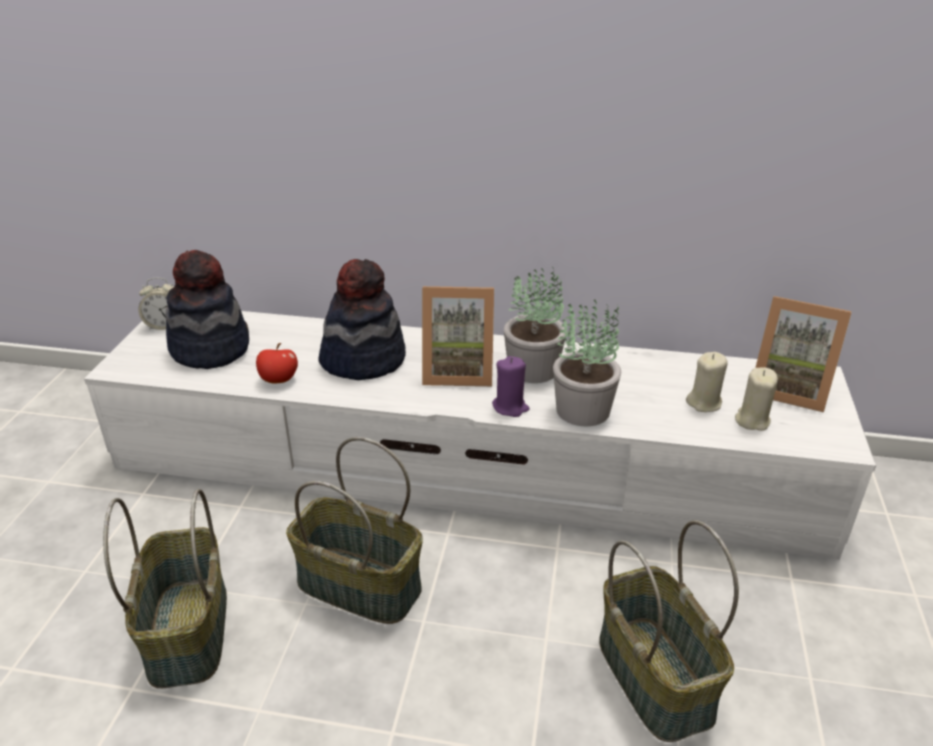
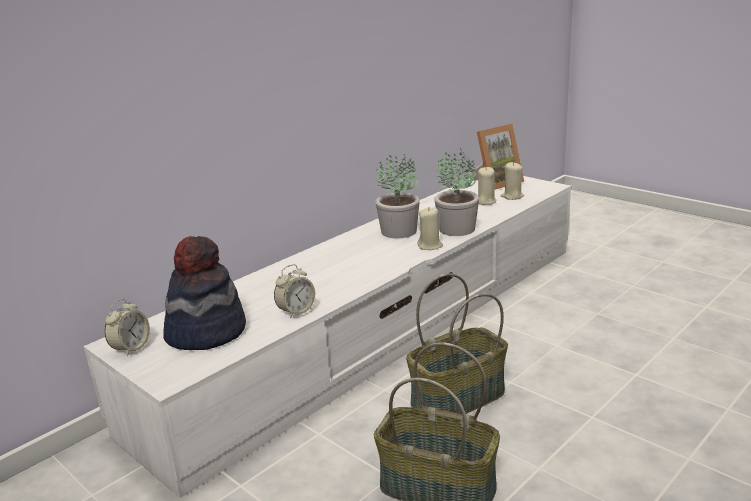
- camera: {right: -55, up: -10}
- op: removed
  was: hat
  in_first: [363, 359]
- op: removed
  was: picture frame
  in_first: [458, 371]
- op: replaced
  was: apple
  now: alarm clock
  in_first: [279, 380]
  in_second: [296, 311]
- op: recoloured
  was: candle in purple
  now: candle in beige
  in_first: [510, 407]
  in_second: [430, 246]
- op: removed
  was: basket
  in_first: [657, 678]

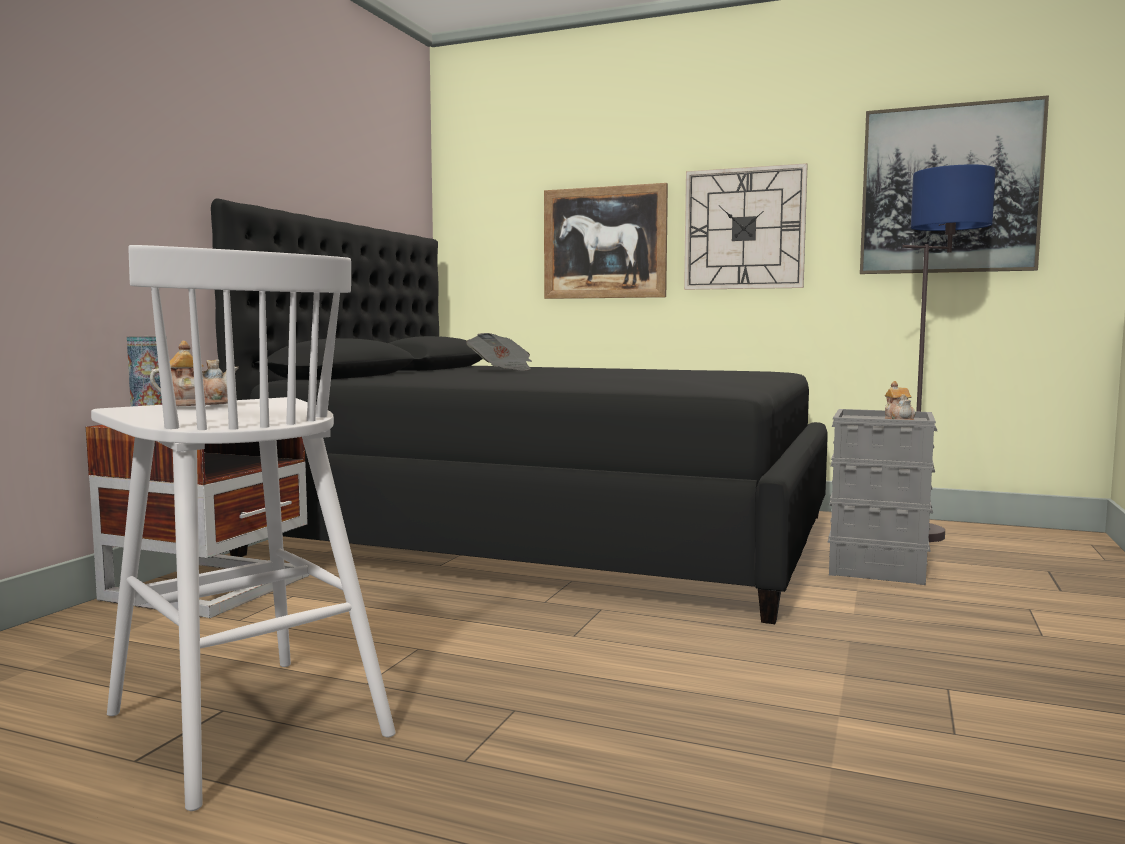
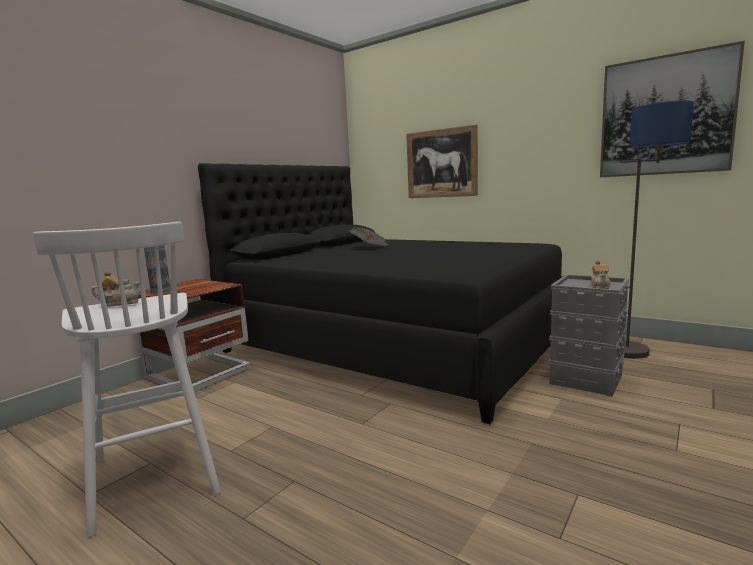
- camera: {right: 15, up: 5}
- op: removed
  was: wall clock
  in_first: [744, 229]

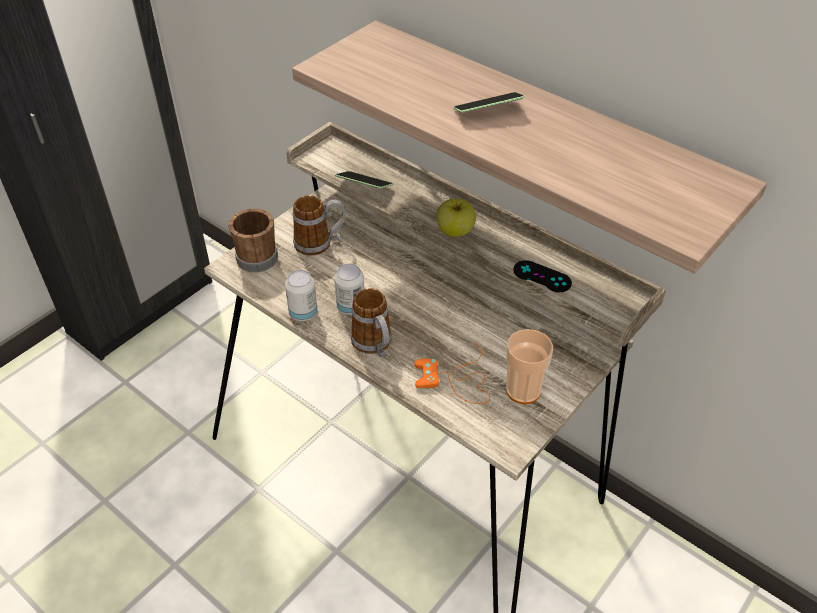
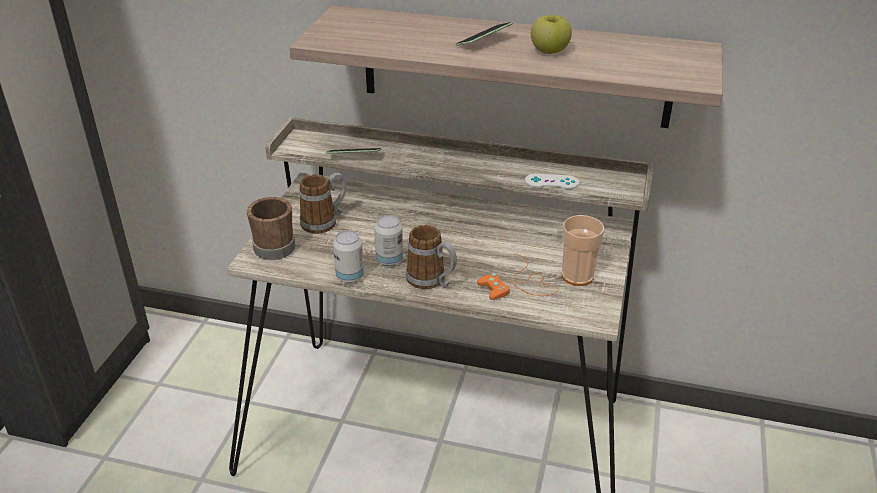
- camera: {right: -25, up: -10}
- op: moved
  was: apple
  in_first: [455, 231]
  in_second: [549, 51]
- op: recoloured
  was: game controller in black
  now: game controller in white
  in_first: [542, 276]
  in_second: [552, 182]

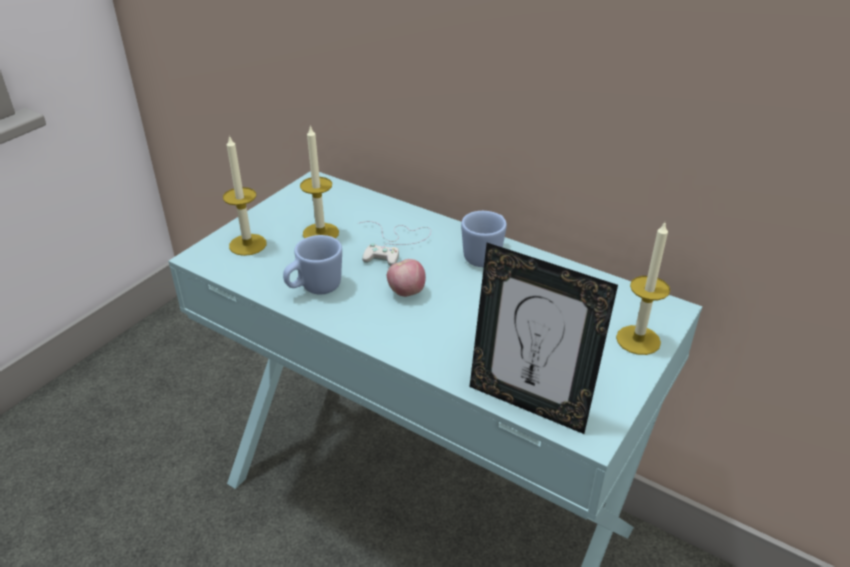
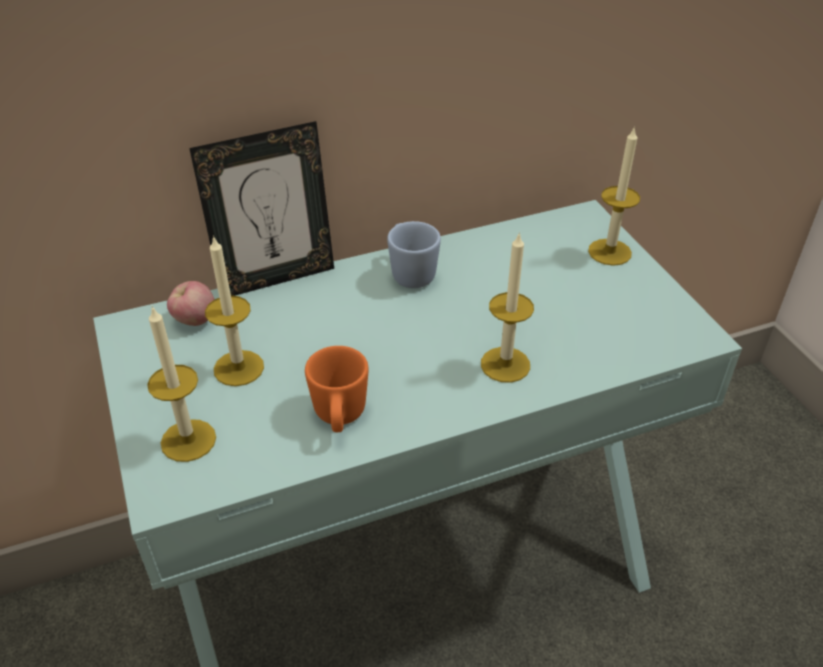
- camera: {right: -55, up: 5}
- op: removed
  was: game controller in white
  in_first: [394, 243]
- op: recoloured
  was: mug in blue
  now: mug in orange
  in_first: [314, 288]
  in_second: [339, 418]
- op: moved
  was: picture frame
  in_first: [529, 403]
  in_second: [276, 277]
- op: moved
  was: apple
  in_first: [406, 292]
  in_second: [195, 320]
- op: added
  now: candle
  in_second: [505, 364]

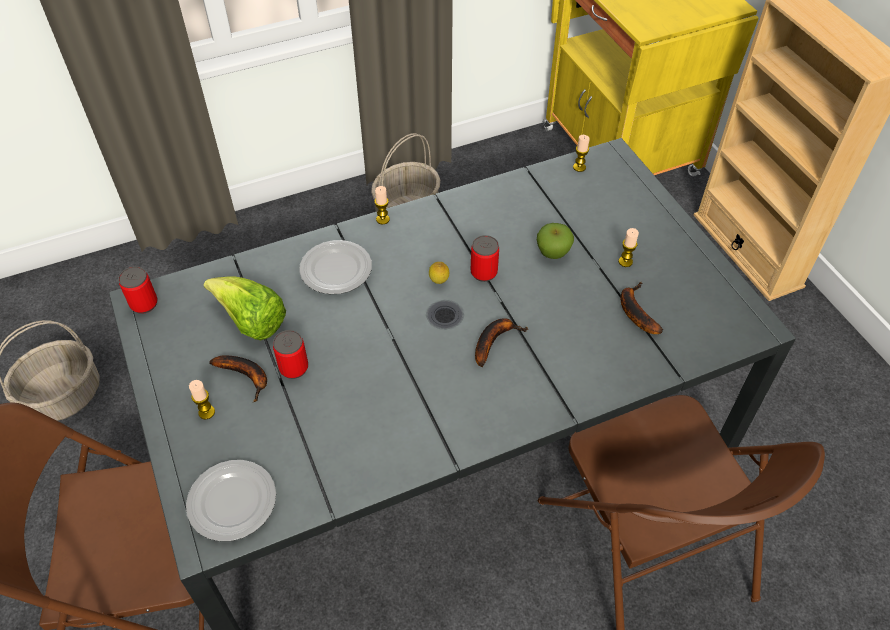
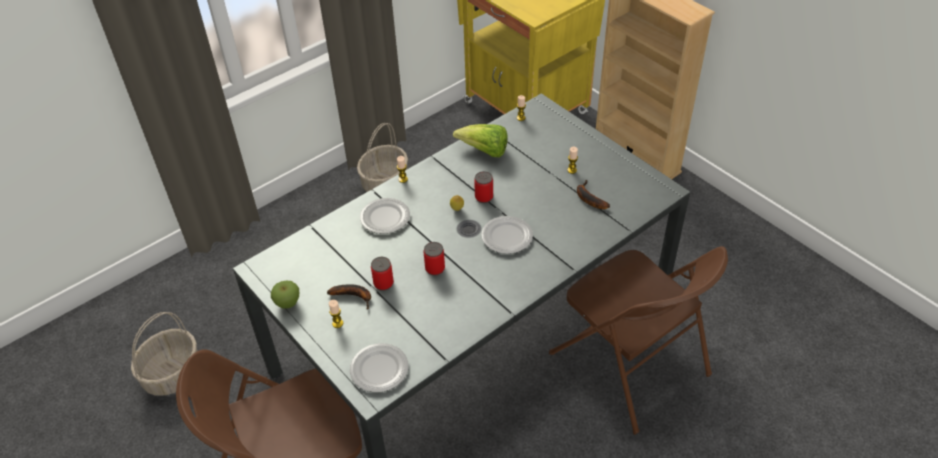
- camera: {right: -15, up: -5}
- op: moved
  was: apple
  in_first: [552, 253]
  in_second: [288, 303]
- op: moved
  was: can
  in_first: [144, 304]
  in_second: [435, 268]
- op: moved
  was: lettuce
  in_first: [251, 321]
  in_second: [484, 151]
- op: replaced
  was: banana
  now: plate
  in_first: [494, 341]
  in_second: [507, 236]

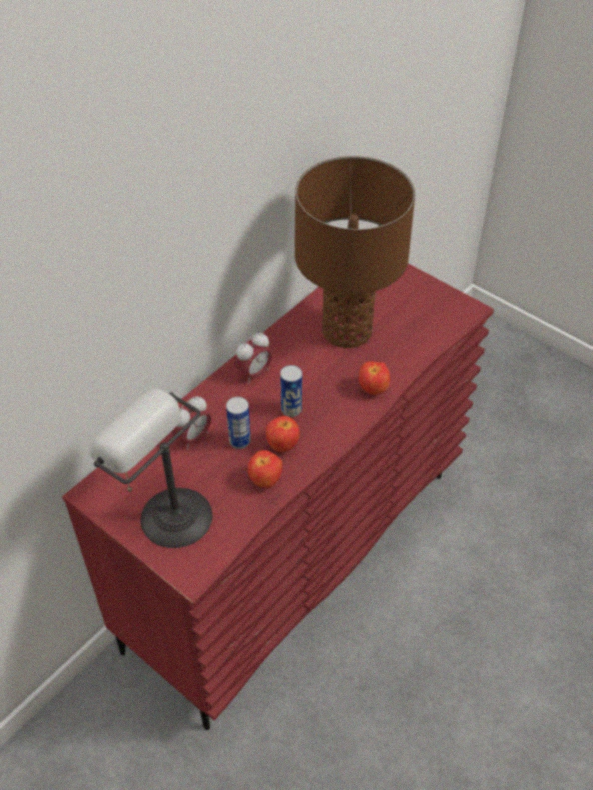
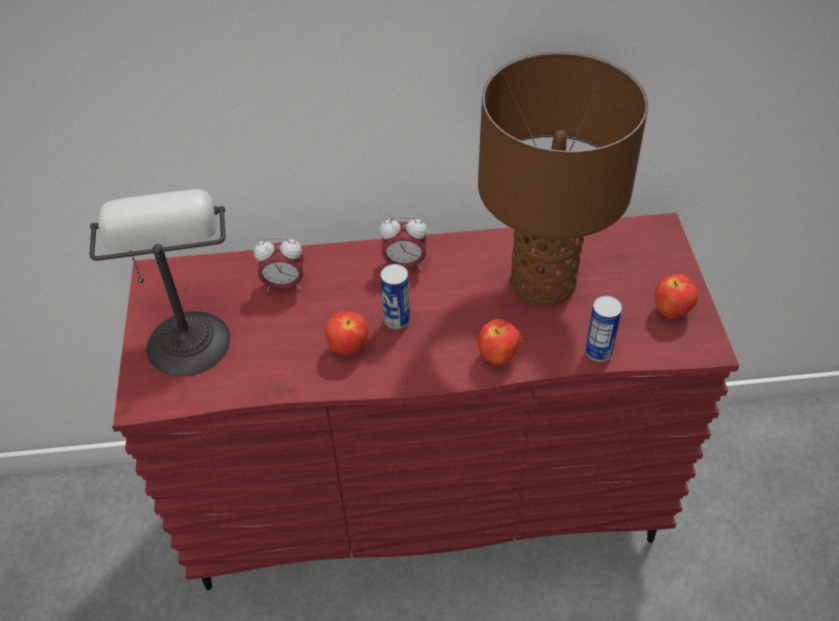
- camera: {right: 45, up: 0}
- op: moved
  was: can
  in_first: [239, 441]
  in_second: [598, 352]
- op: moved
  was: apple
  in_first: [265, 481]
  in_second: [671, 312]

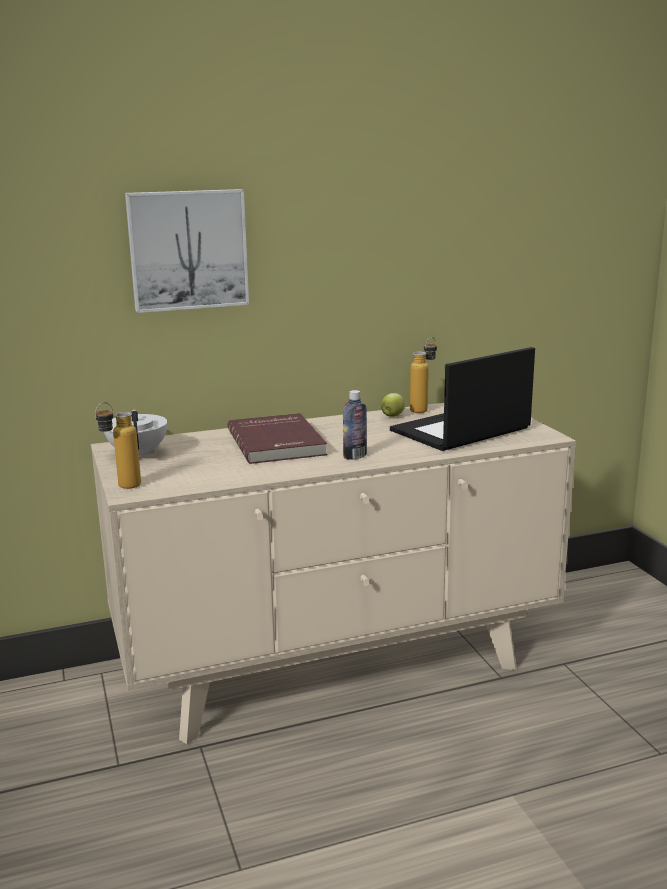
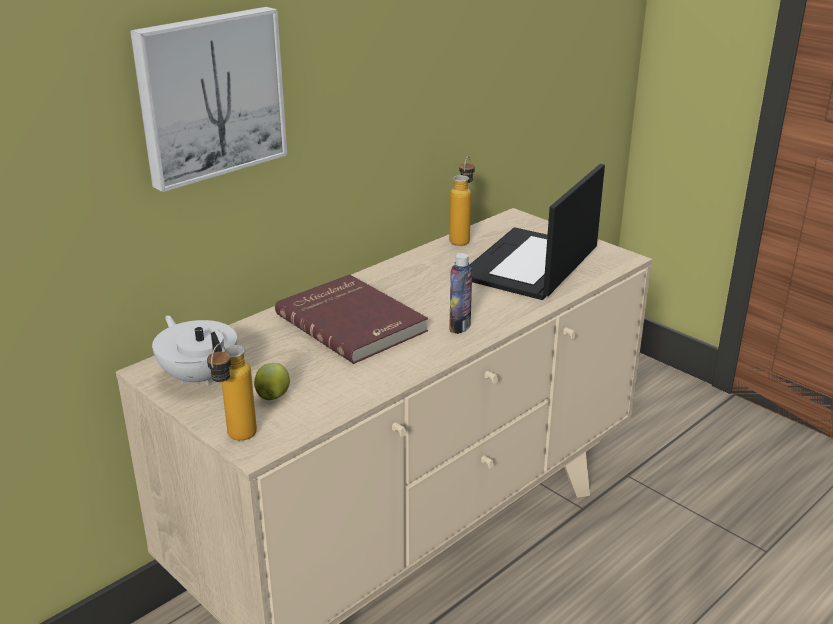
- camera: {right: -25, up: 10}
- op: moved
  was: apple
  in_first: [393, 416]
  in_second: [273, 396]

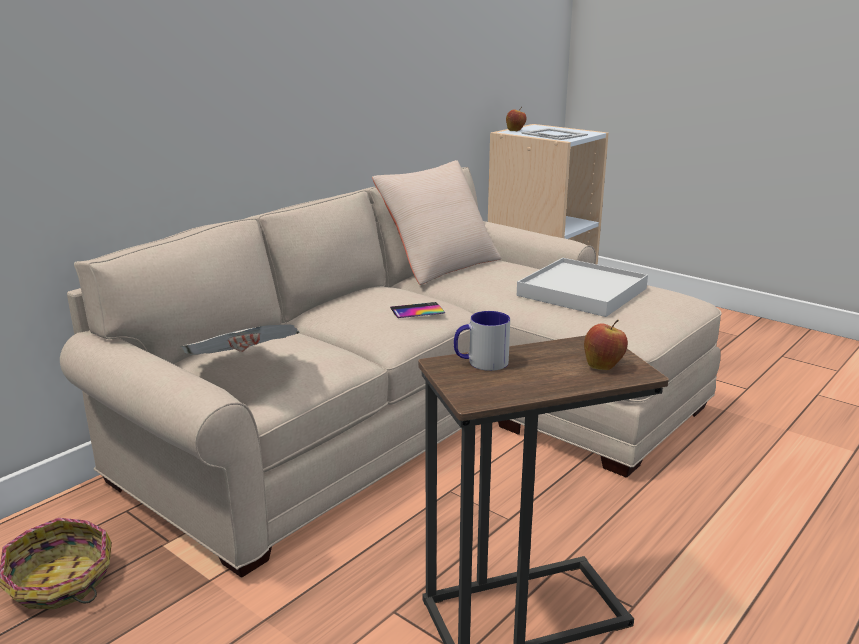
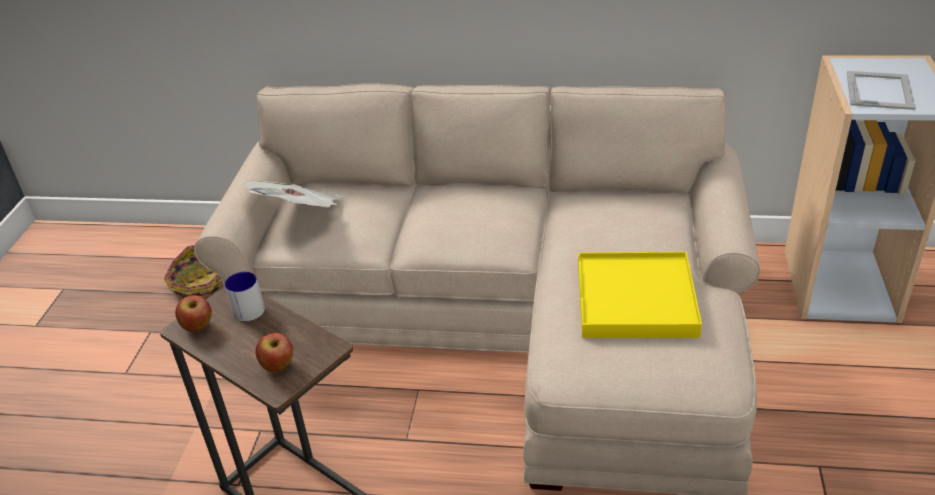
- camera: {right: 60, up: 15}
- op: moved
  was: apple
  in_first: [515, 130]
  in_second: [198, 327]
- op: removed
  was: pillow in beige
  in_first: [439, 264]
- op: recoloured
  was: tray in white
  now: tray in yellow
  in_first: [581, 292]
  in_second: [635, 299]
- op: removed
  was: phone
  in_first: [417, 310]

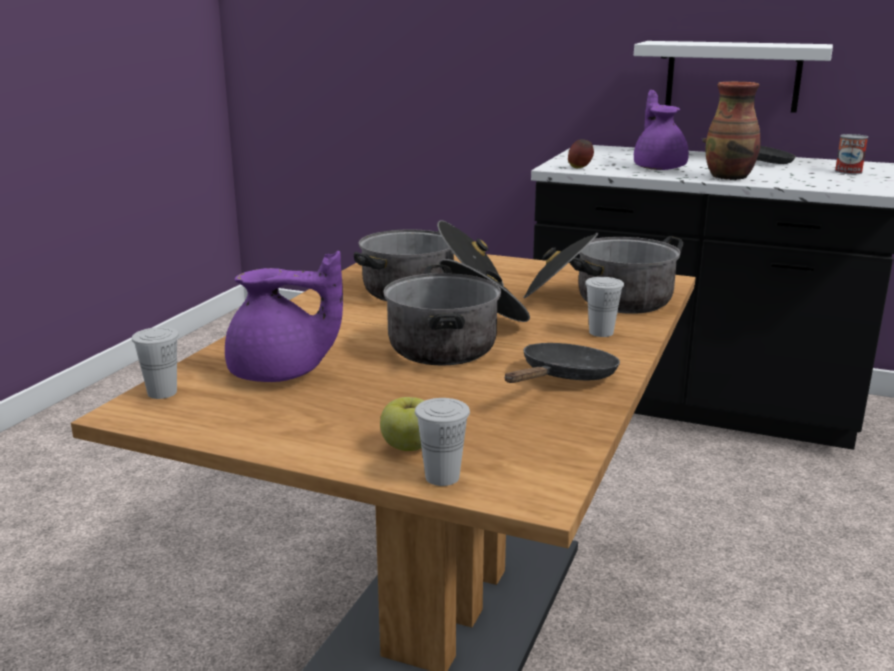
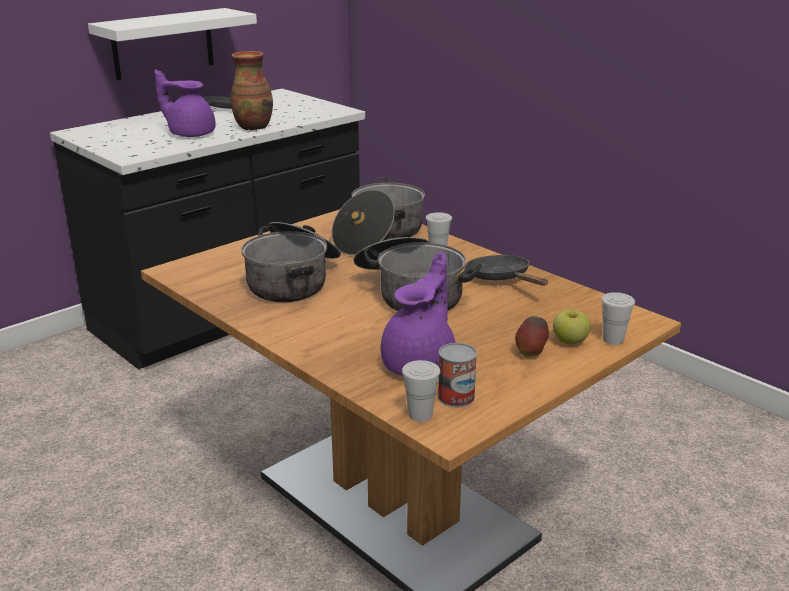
- camera: {right: -65, up: 5}
- op: moved
  was: can
  in_first: [848, 172]
  in_second: [456, 397]
- op: moved
  was: apple
  in_first: [580, 168]
  in_second: [531, 354]

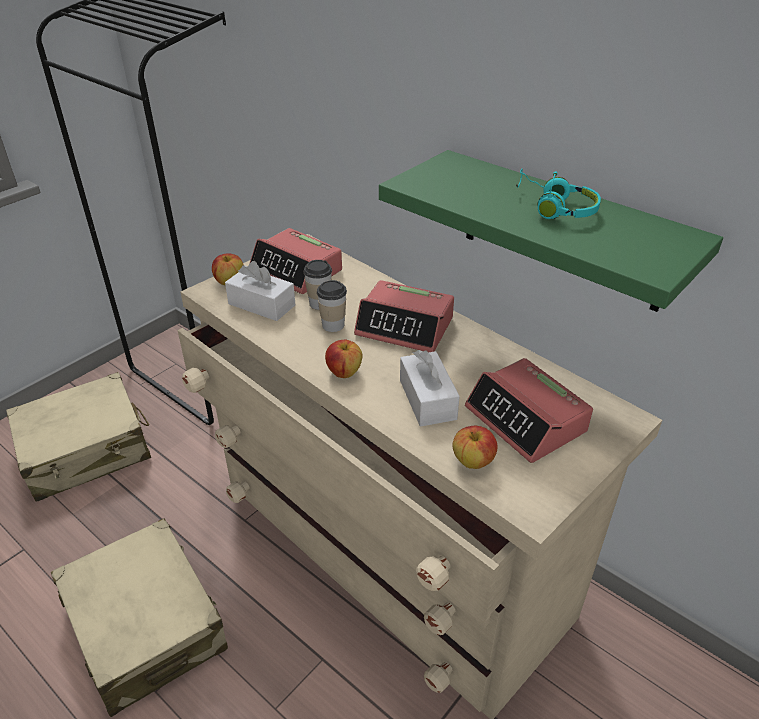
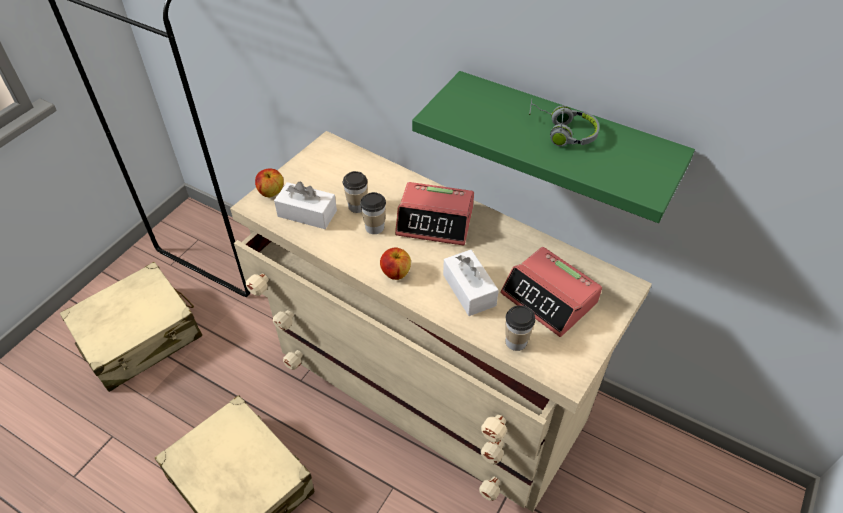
- camera: {right: -10, up: 10}
- op: recoloured
  was: headphones in turquoise
  now: headphones in grey
  in_first: [554, 208]
  in_second: [561, 132]
- op: removed
  was: alarm clock
  in_first: [296, 271]
- op: replaced
  was: apple
  now: cup
  in_first: [473, 461]
  in_second: [516, 341]

